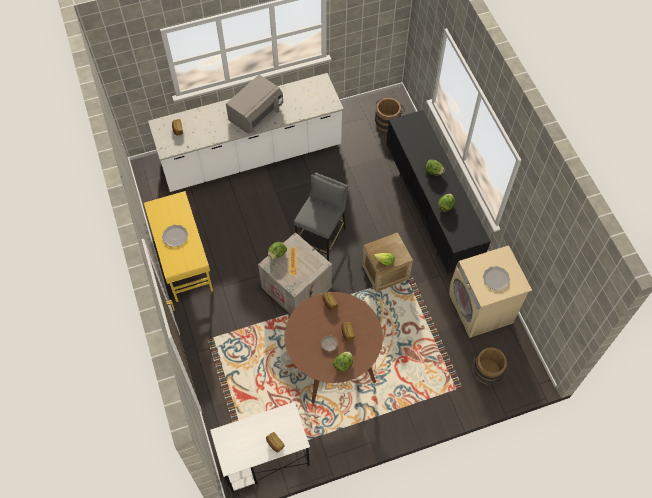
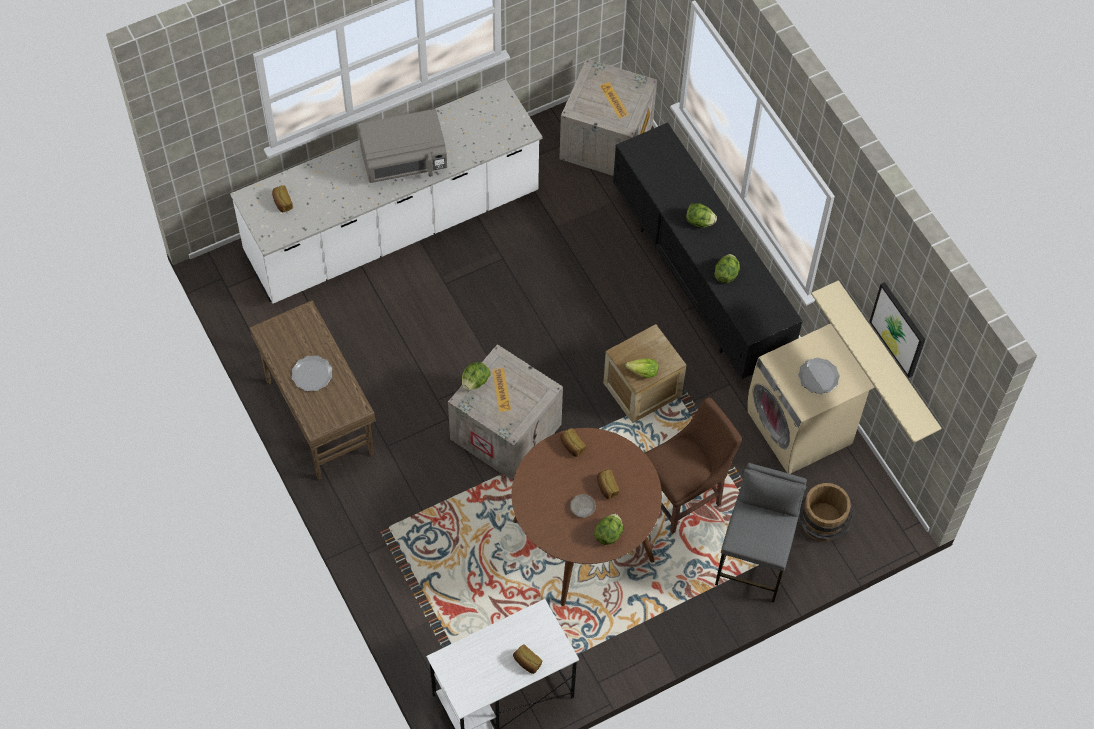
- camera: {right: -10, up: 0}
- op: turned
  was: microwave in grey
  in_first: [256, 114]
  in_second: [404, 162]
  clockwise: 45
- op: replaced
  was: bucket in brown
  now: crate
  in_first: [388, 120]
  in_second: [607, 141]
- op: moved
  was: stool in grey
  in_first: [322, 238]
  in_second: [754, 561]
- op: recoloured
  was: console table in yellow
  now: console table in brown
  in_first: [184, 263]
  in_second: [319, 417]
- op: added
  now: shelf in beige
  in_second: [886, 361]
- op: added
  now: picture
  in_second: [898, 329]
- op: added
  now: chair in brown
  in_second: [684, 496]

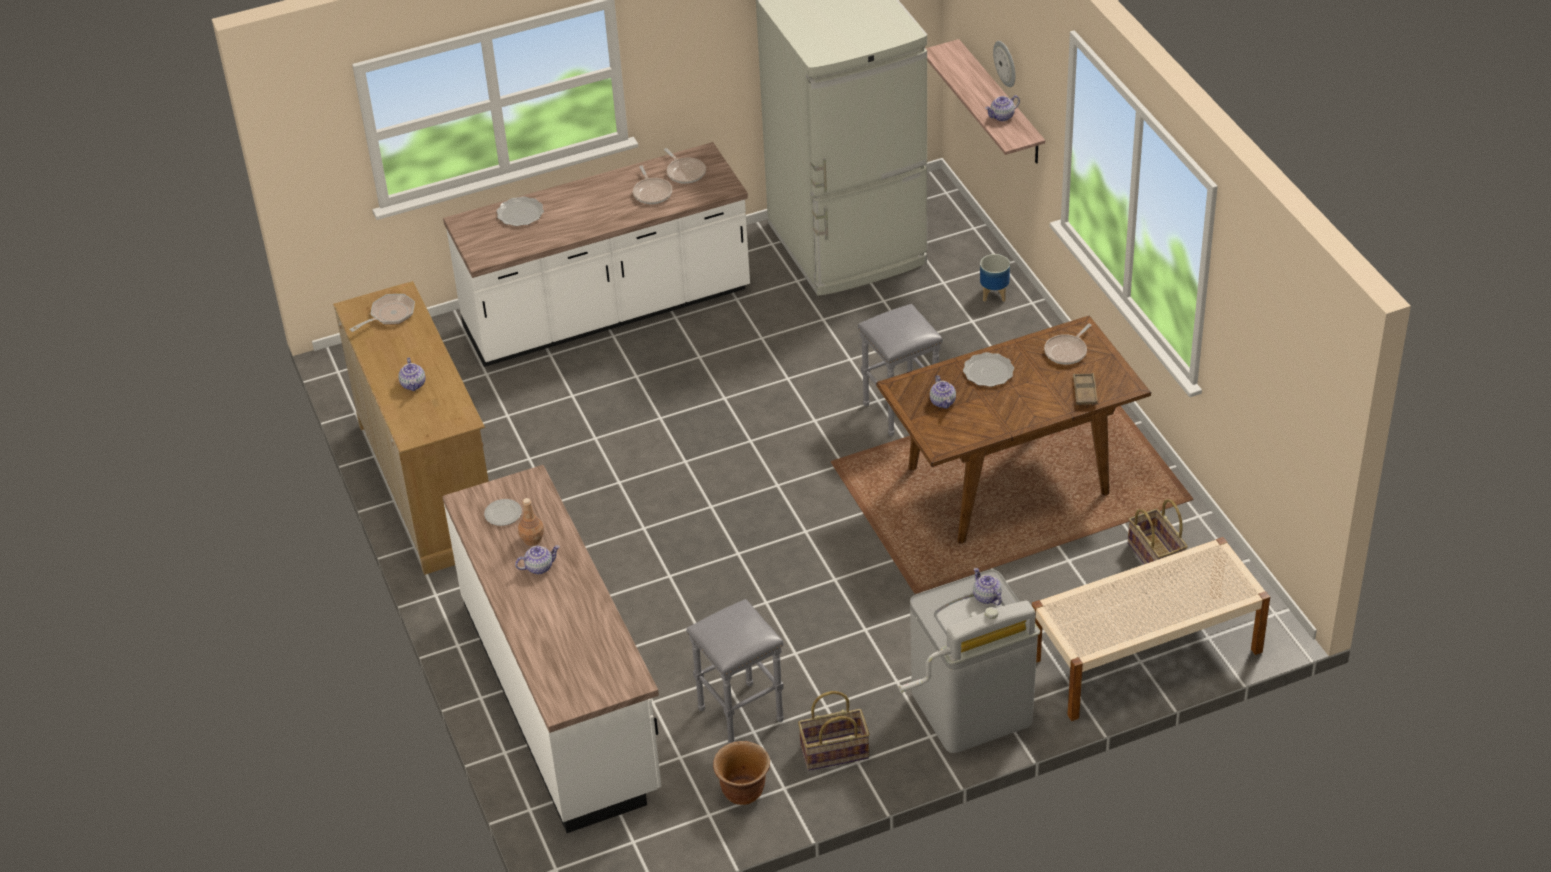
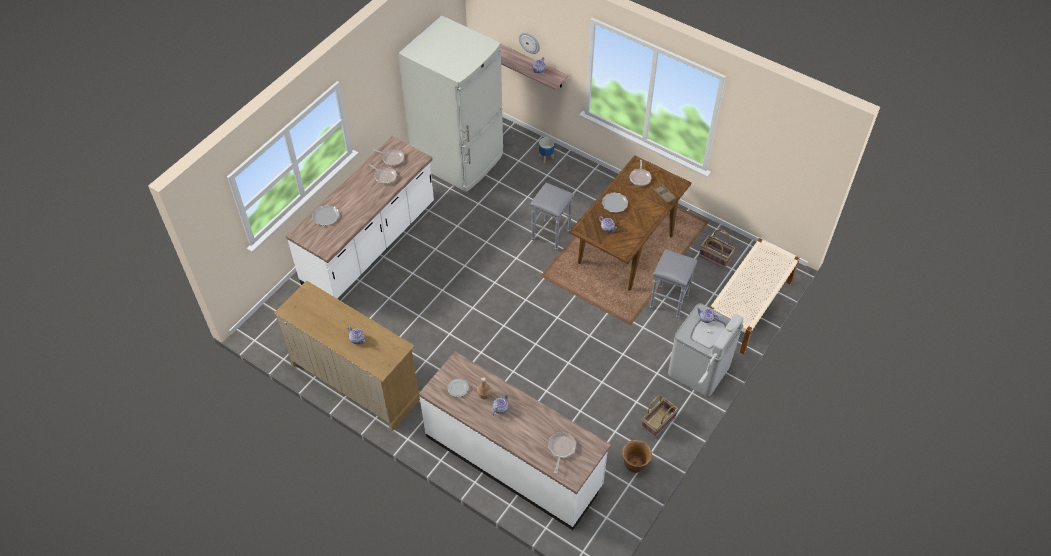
- camera: {right: -35, up: 10}
- op: moved
  was: frying pan
  in_first: [389, 315]
  in_second: [561, 449]
- op: moved
  was: stool in grey
  in_first: [740, 715]
  in_second: [669, 302]

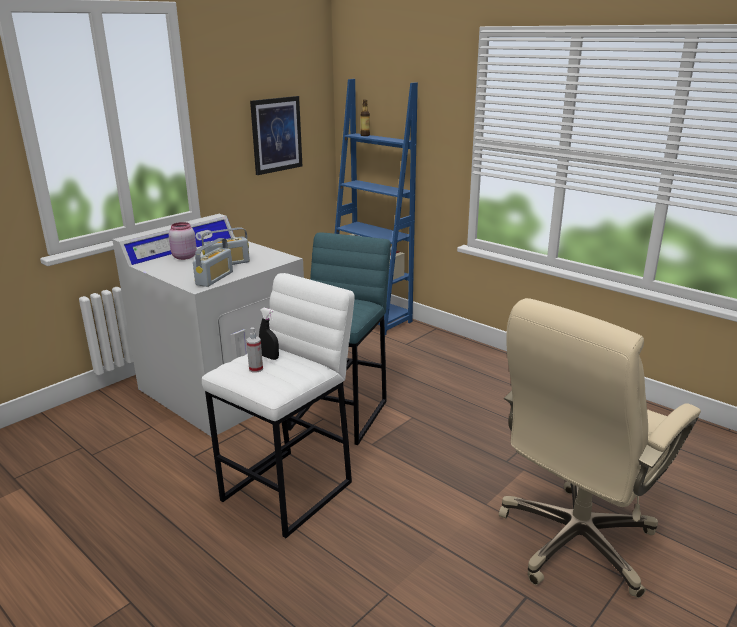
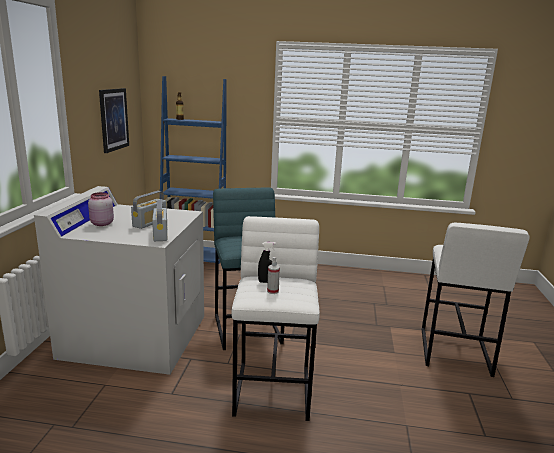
- camera: {right: -35, up: -5}
- op: replaced
  was: office chair in beige
  now: stool in white
  in_first: [578, 538]
  in_second: [455, 353]

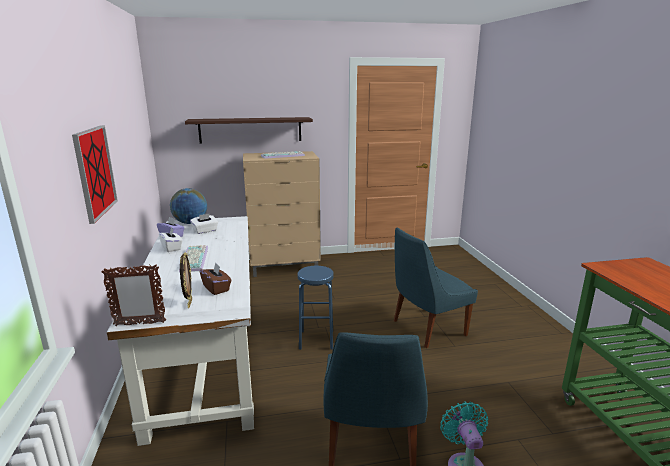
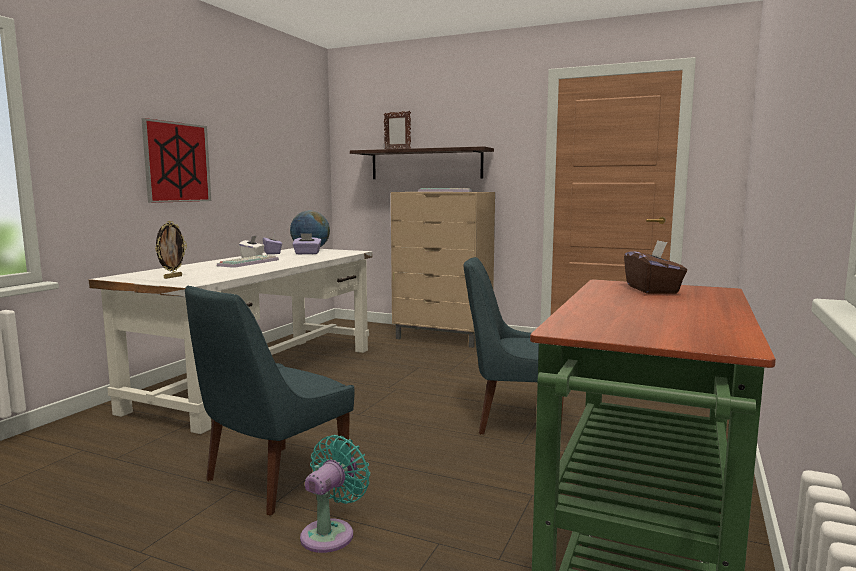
- camera: {right: 35, up: -10}
- op: recoloured
  was: tissue box in white
  now: tissue box in purple
  in_first: [205, 231]
  in_second: [307, 253]
- op: moved
  was: tissue box in brown
  in_first: [216, 288]
  in_second: [652, 290]
- op: moved
  was: picture frame
  in_first: [139, 324]
  in_second: [397, 150]
- op: removed
  was: stool in blue
  in_first: [316, 340]

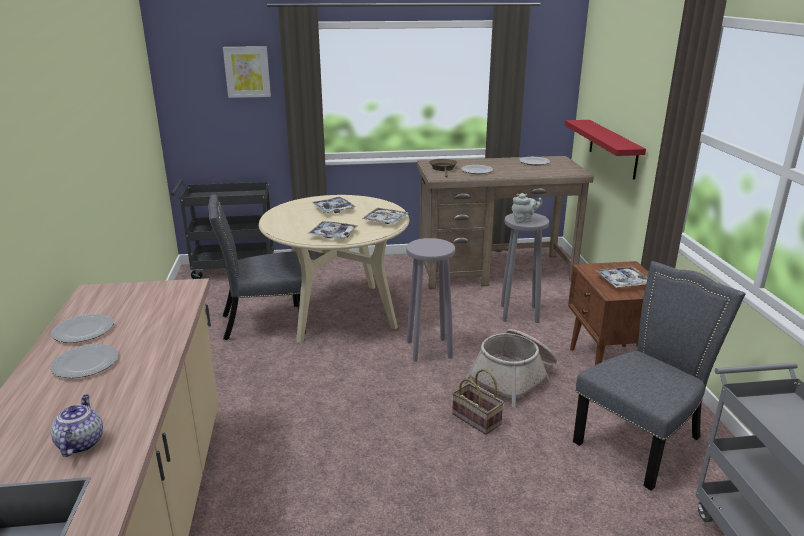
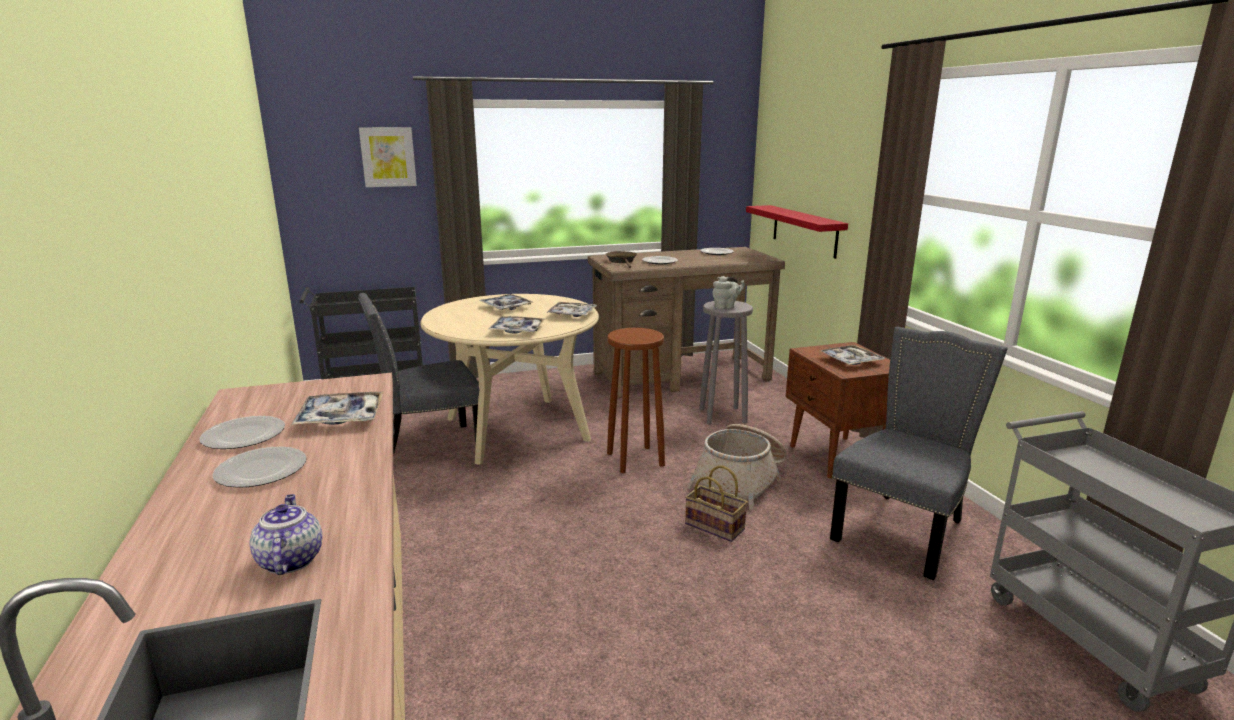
- camera: {right: -10, up: -5}
- op: recoloured
  was: stool in grey
  now: stool in brown
  in_first: [428, 349]
  in_second: [634, 459]
- op: added
  now: tray
  in_second: [341, 417]

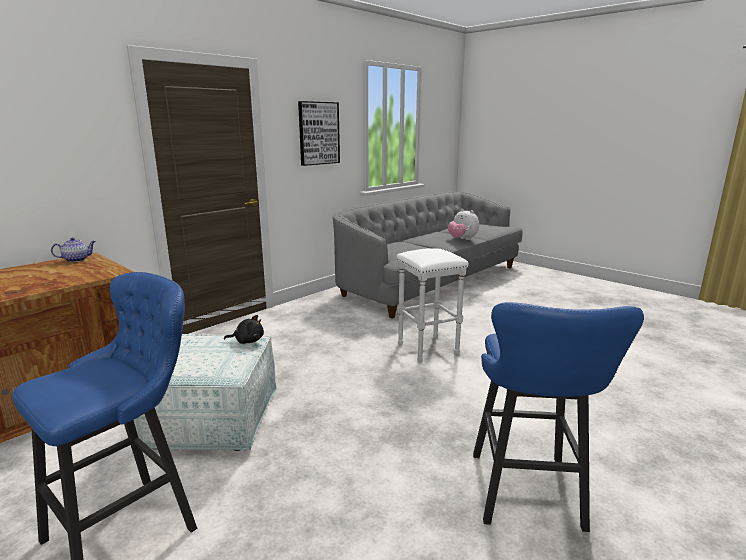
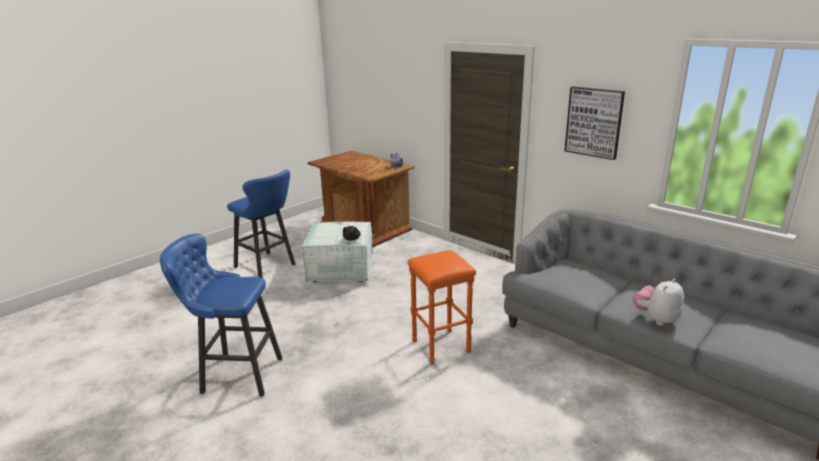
- camera: {right: 90, up: 5}
- op: recoloured
  was: stool in white
  now: stool in orange
  in_first: [428, 348]
  in_second: [442, 346]

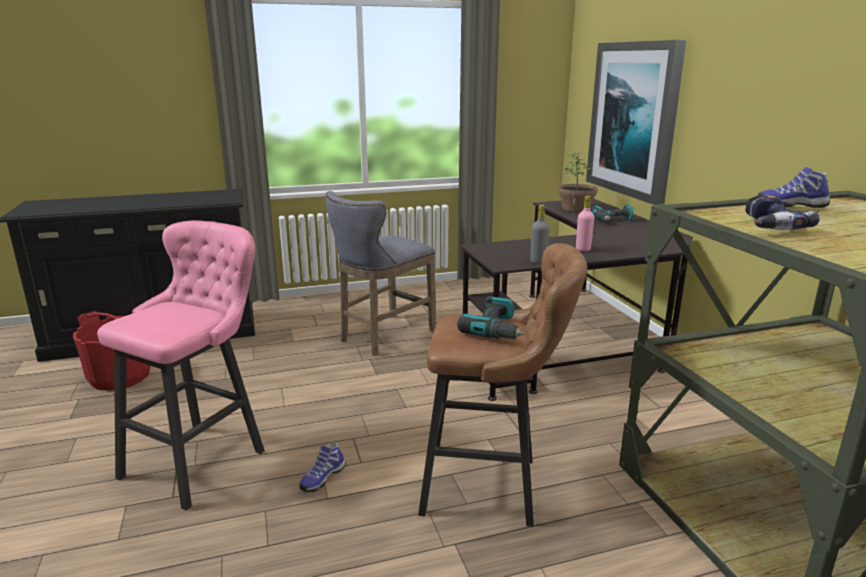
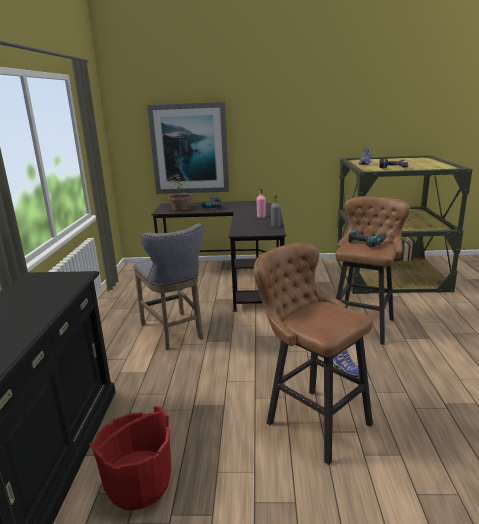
- camera: {right: -70, up: 0}
- op: recoloured
  was: stool in pink
  now: stool in brown
  in_first: [205, 455]
  in_second: [309, 417]

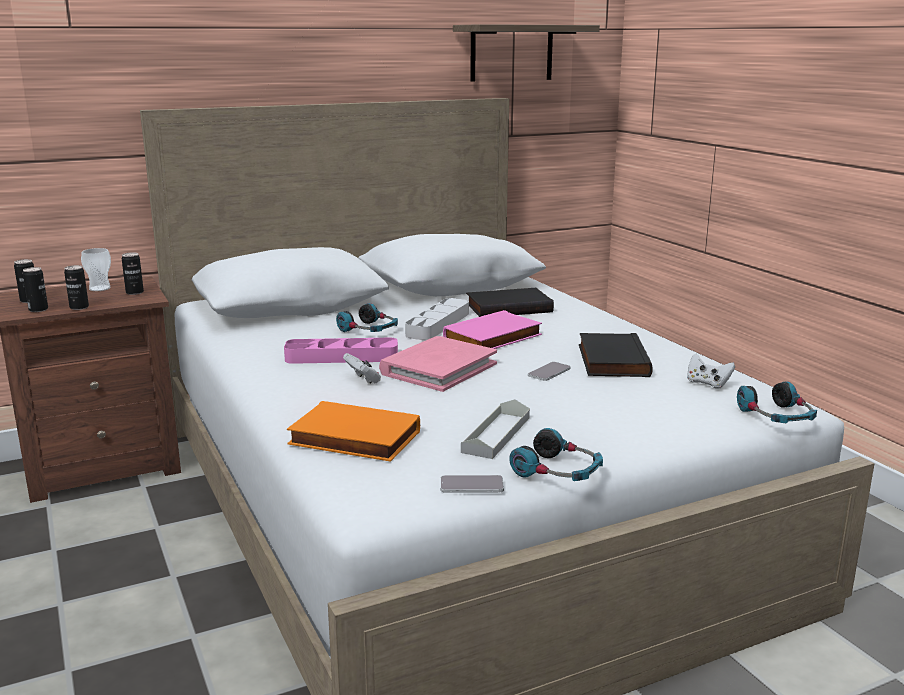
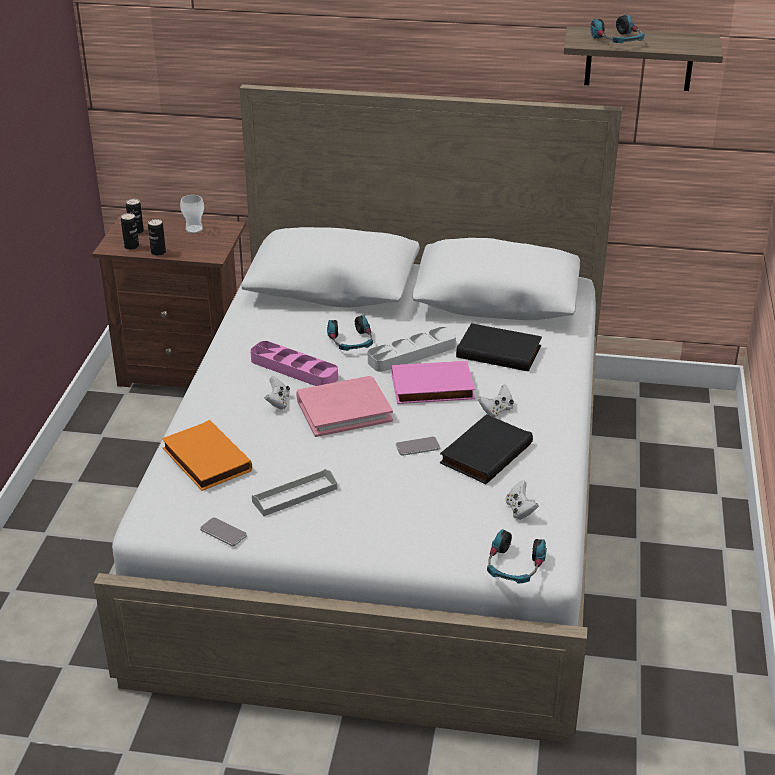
- camera: {right: 35, up: 15}
- op: removed
  was: can
  in_first: [134, 292]
- op: moved
  was: headphones
  in_first: [558, 471]
  in_second: [617, 40]
- op: added
  now: game controller in white
  in_second: [496, 411]

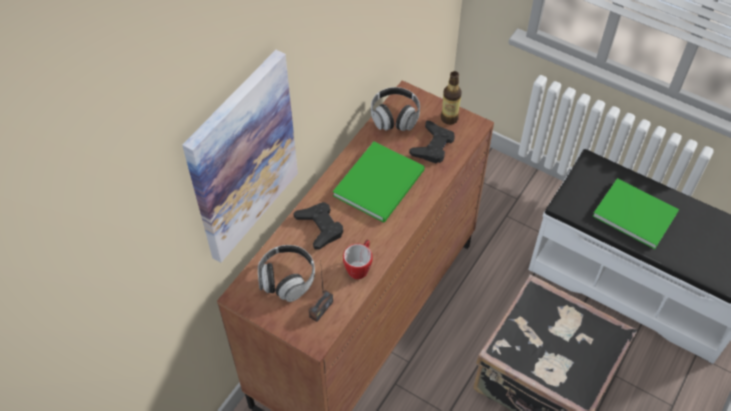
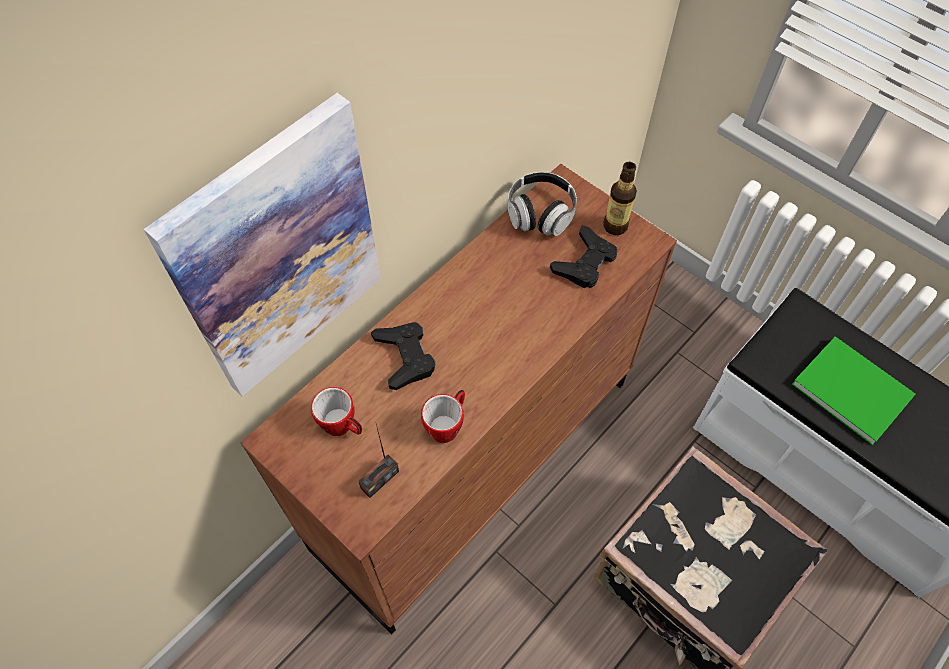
- camera: {right: 10, up: 5}
- op: removed
  was: book in green
  in_first: [382, 182]
- op: replaced
  was: headphones
  now: mug
  in_first: [287, 279]
  in_second: [343, 426]

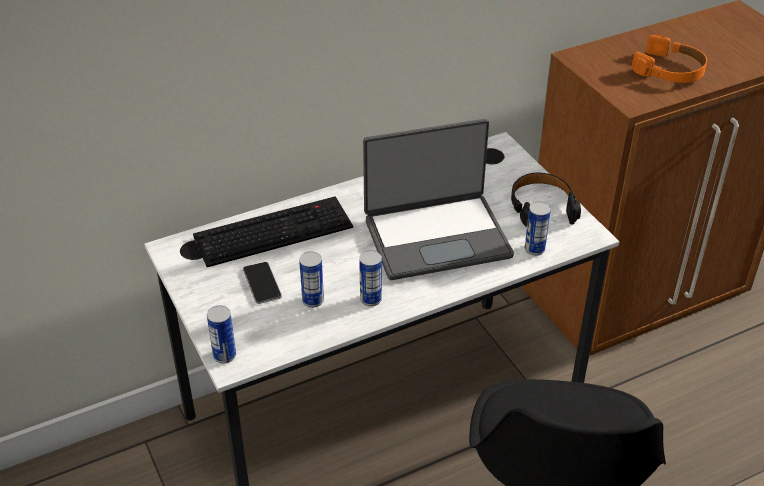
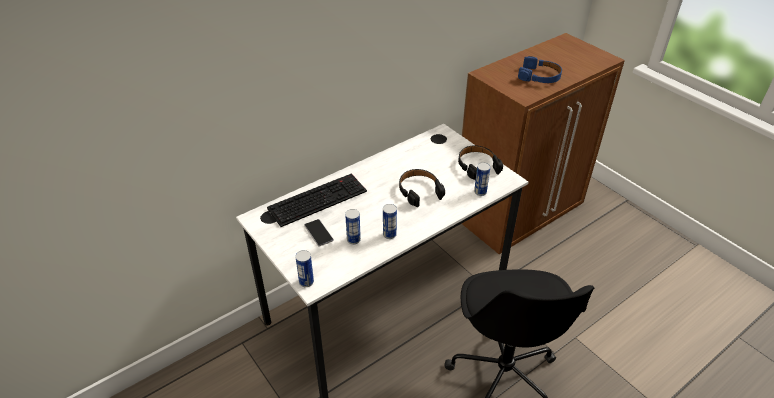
- camera: {right: -10, up: 0}
- op: recoloured
  was: headphones in orange
  now: headphones in blue
  in_first: [669, 70]
  in_second: [539, 76]
- op: replaced
  was: laptop
  now: headphones in black
  in_first: [436, 236]
  in_second: [419, 191]

